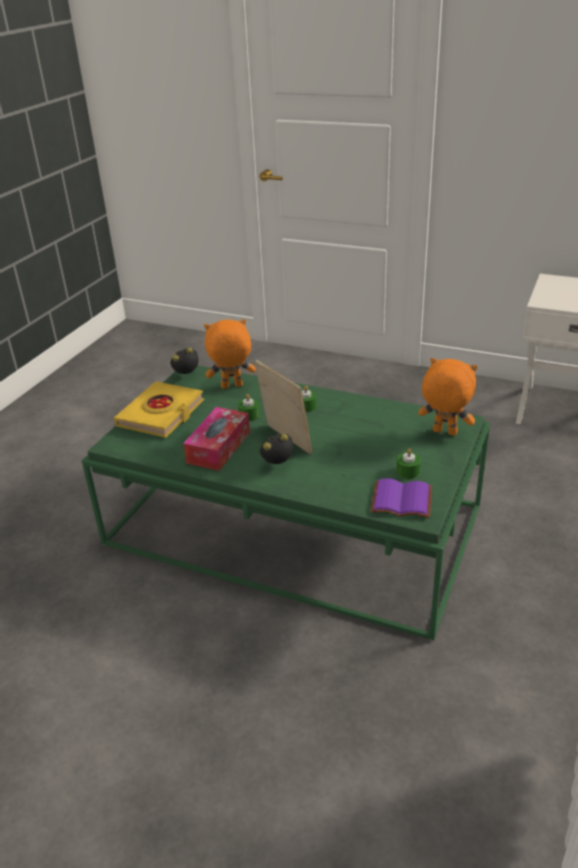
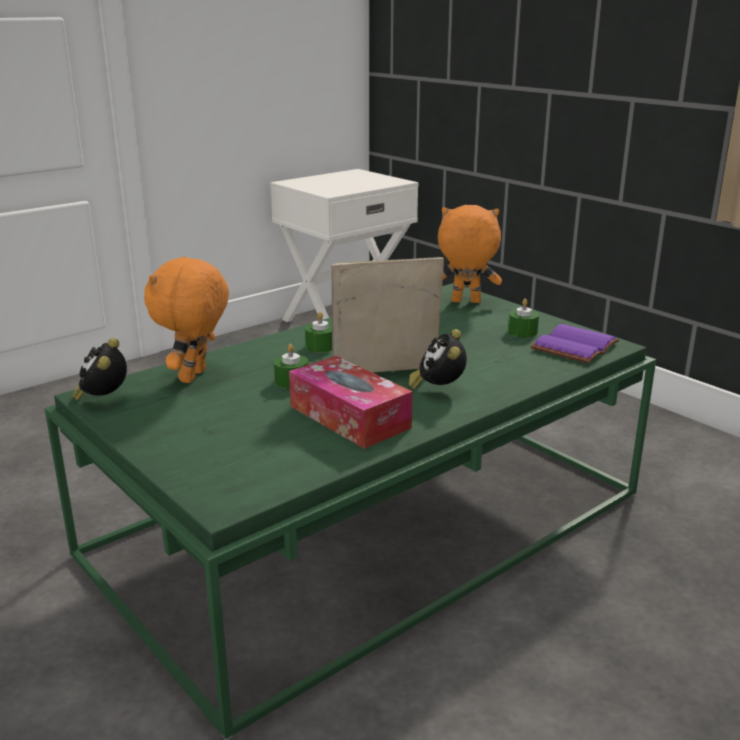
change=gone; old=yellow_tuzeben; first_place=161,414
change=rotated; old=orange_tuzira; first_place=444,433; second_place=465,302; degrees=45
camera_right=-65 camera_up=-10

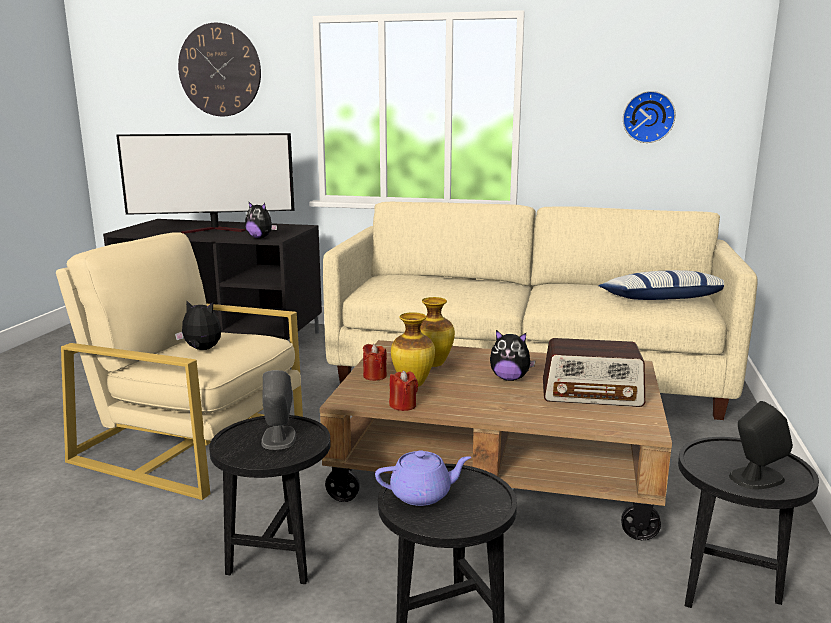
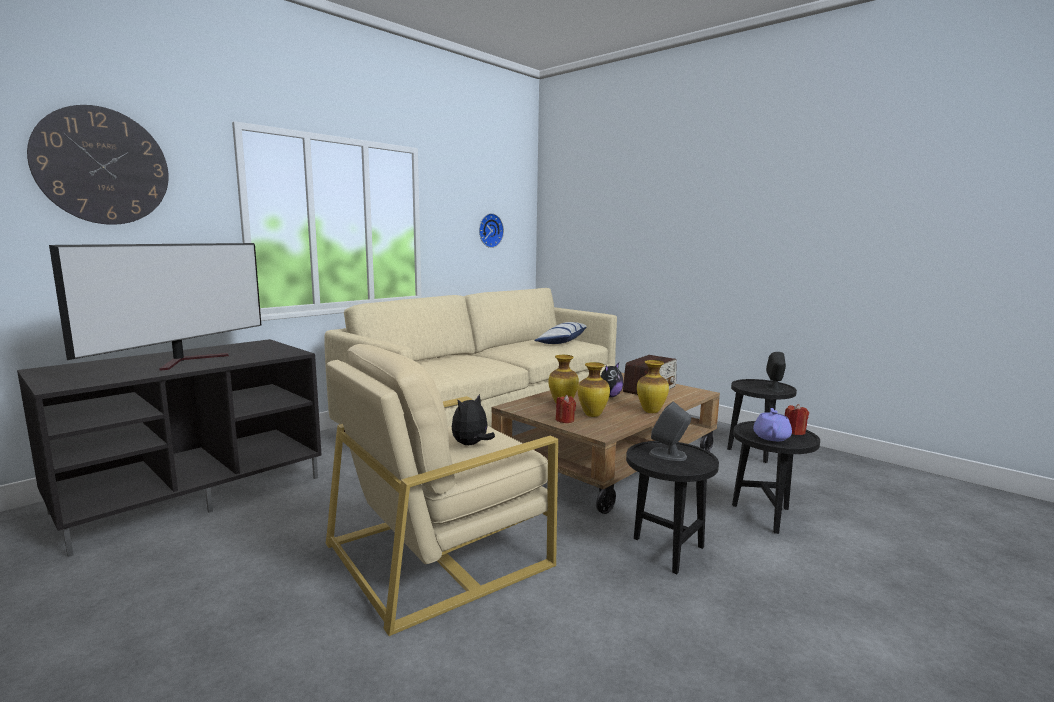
change=gone; old=tuzira; first_place=260,238
change=shifted; old=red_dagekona; first_place=403,405; second_place=794,432
change=new; new=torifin; second_place=651,412
camera_right=-60 camera_up=-5

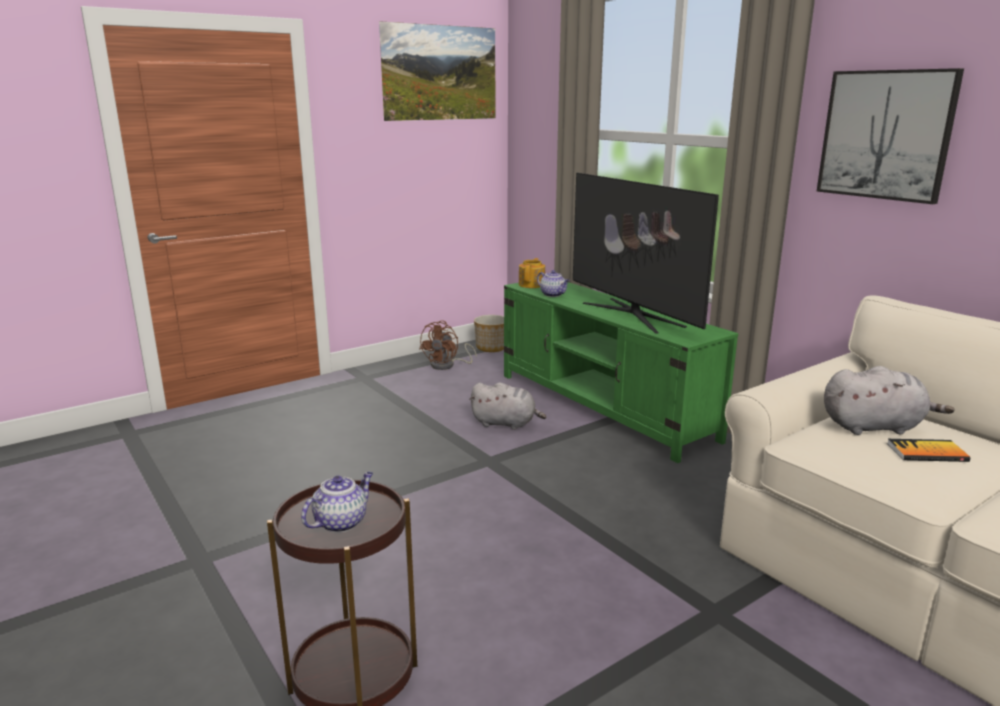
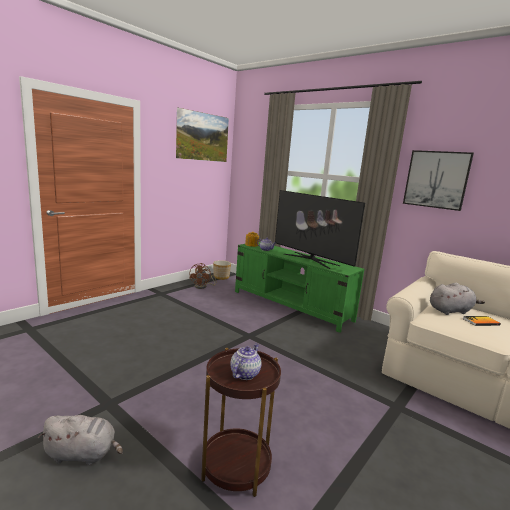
change=shifted; old=grey_tuzira; first_place=506,423; second_place=83,454
camera_right=-15 camera_up=-5

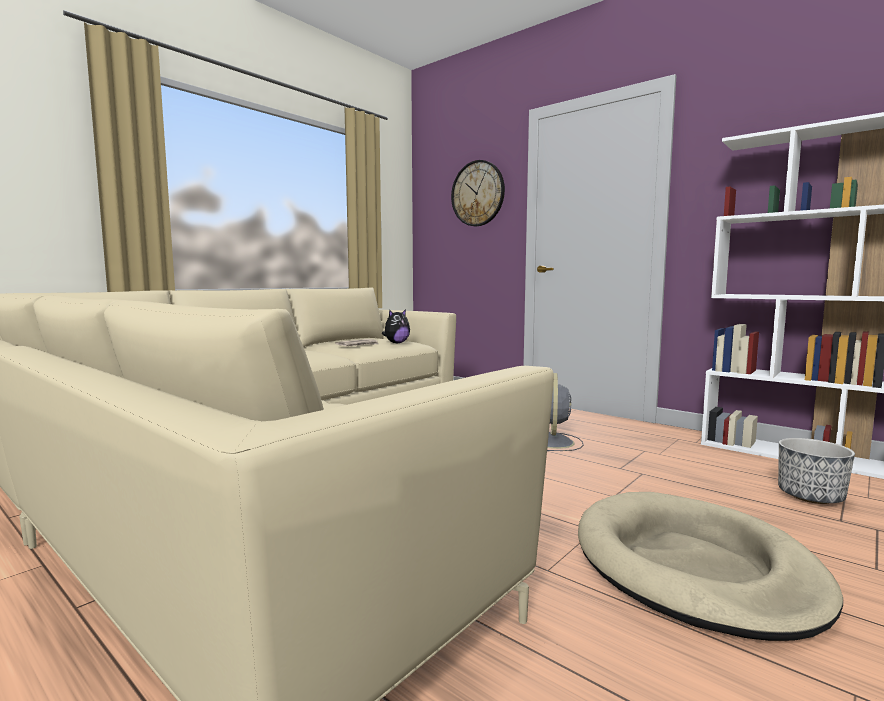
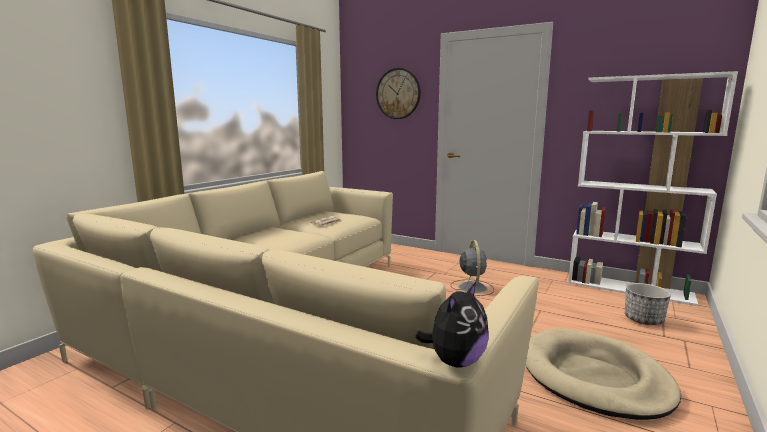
change=shifted; old=tuzira; first_place=396,343; second_place=455,361
camera_right=-10 camera_up=5

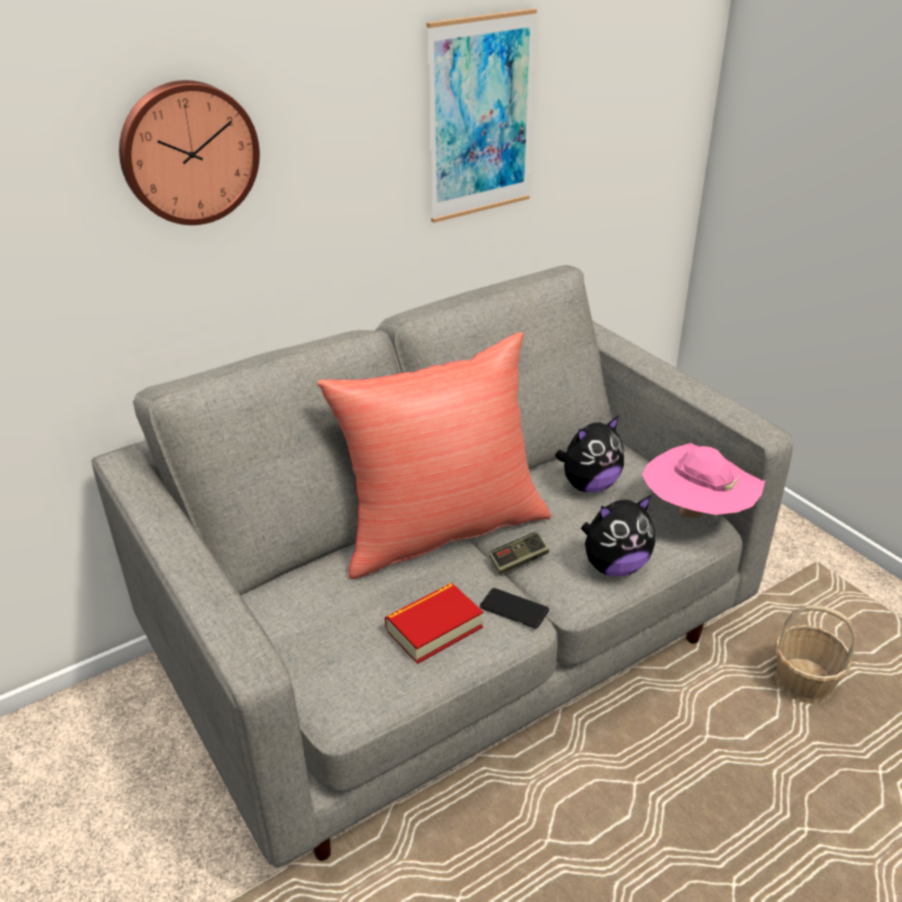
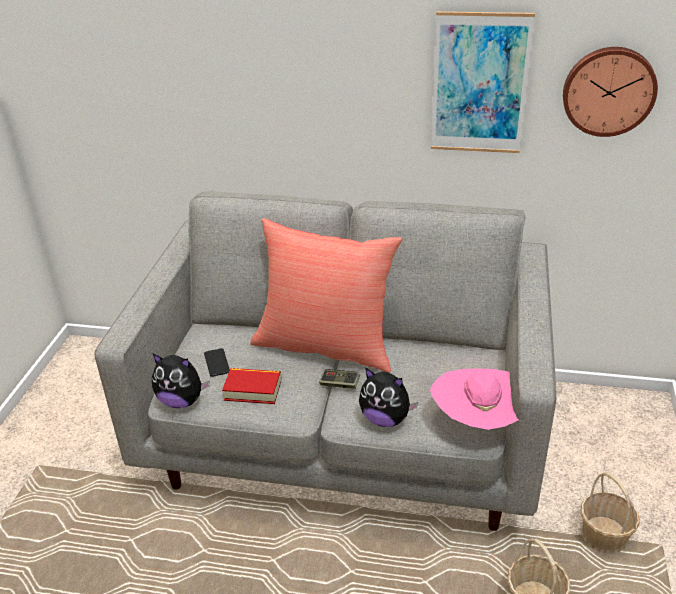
change=shifted; old=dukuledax; first_place=188,152; second_place=608,90
change=shifted; old=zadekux; first_place=514,609; second_place=217,363
change=shifted; old=tuzira; first_place=589,485; second_place=182,401
change=new; new=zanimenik; second_place=603,537
camera_right=45 camera_up=0

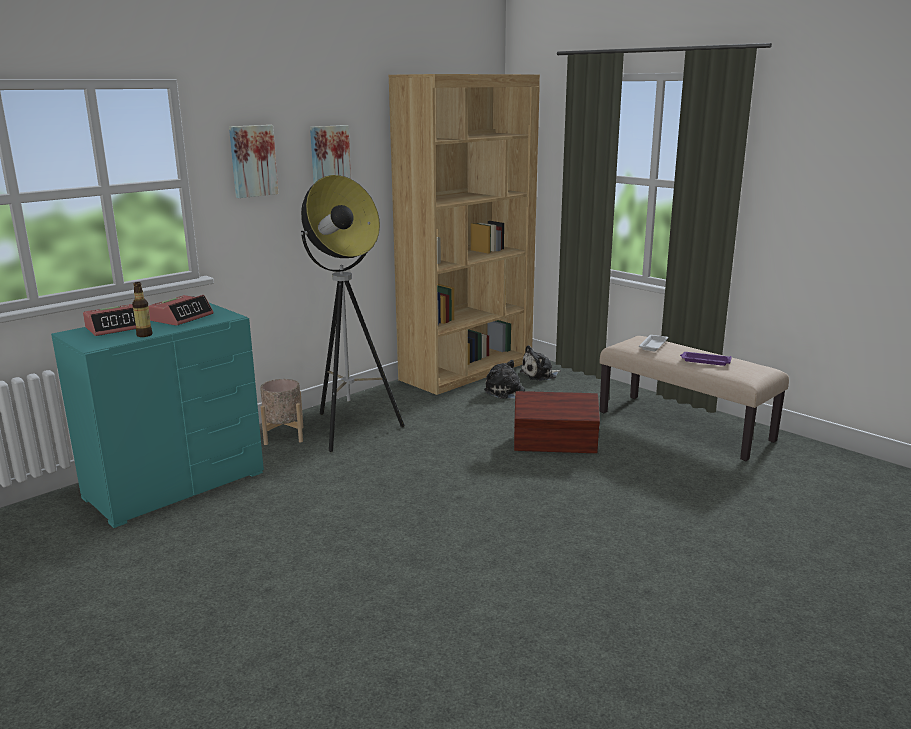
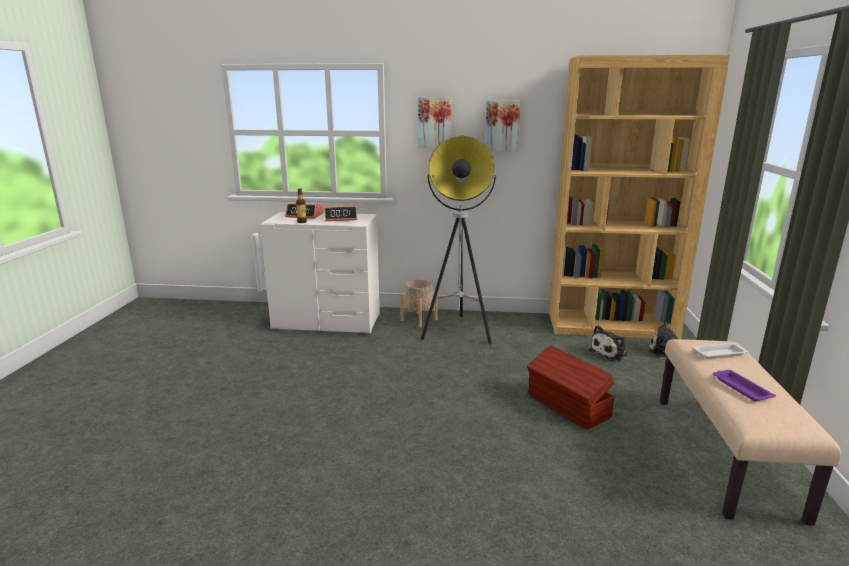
change=repainted; old=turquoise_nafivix; new=white_nafivix; first_place=174,484; second_place=327,322
change=rotated; old=tuzira; first_place=506,392; second_place=610,353; degrees=-135
camera_right=50 camera_up=0

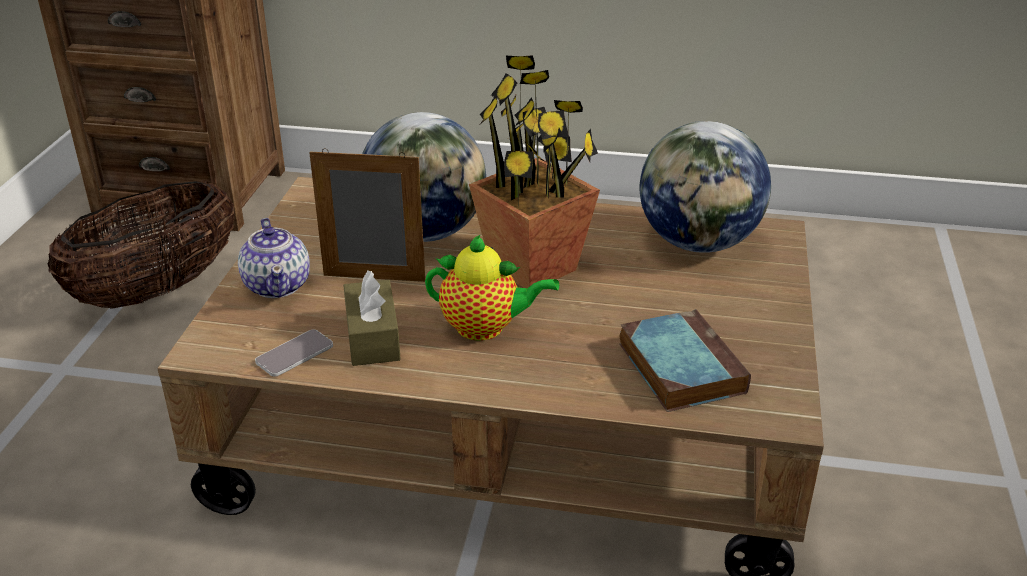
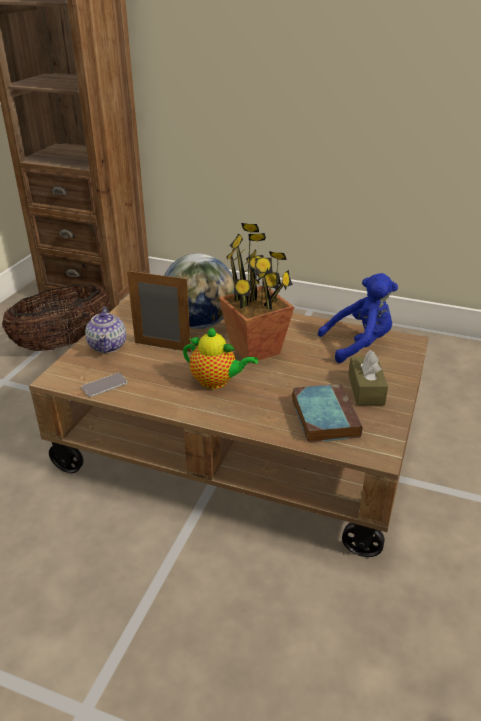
change=shifted; old=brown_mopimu; first_place=372,337; second_place=366,389
change=swapped; old=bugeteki; new=blue_tuzira; first_place=699,243; second_place=359,344
camera_right=10 camera_up=0

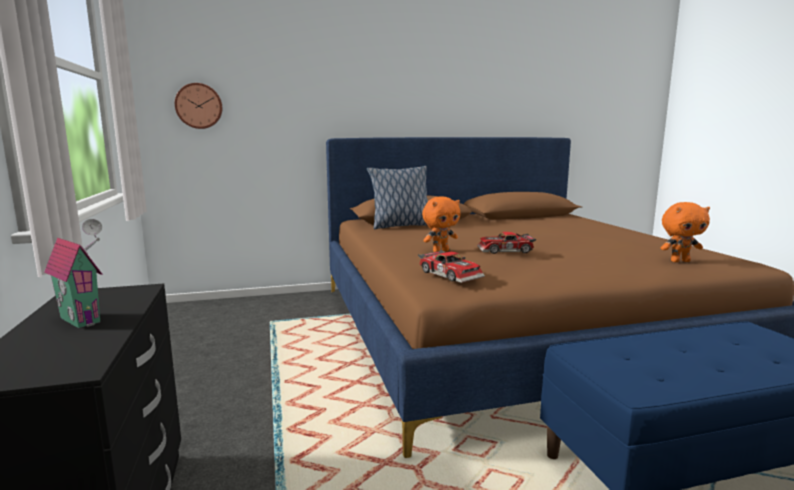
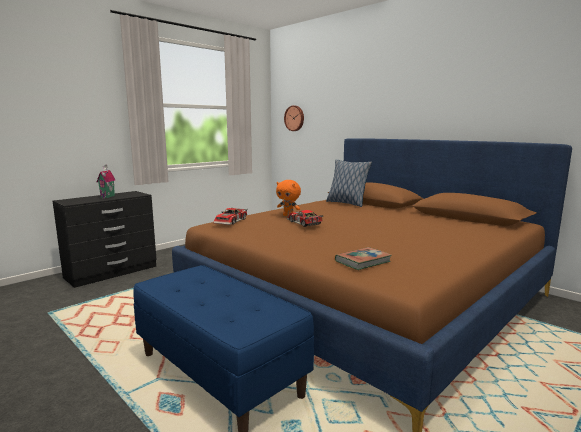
change=swapped; old=orange_tuzira; new=tuzeben; first_place=679,261; second_place=363,261
camera_right=60 camera_up=0

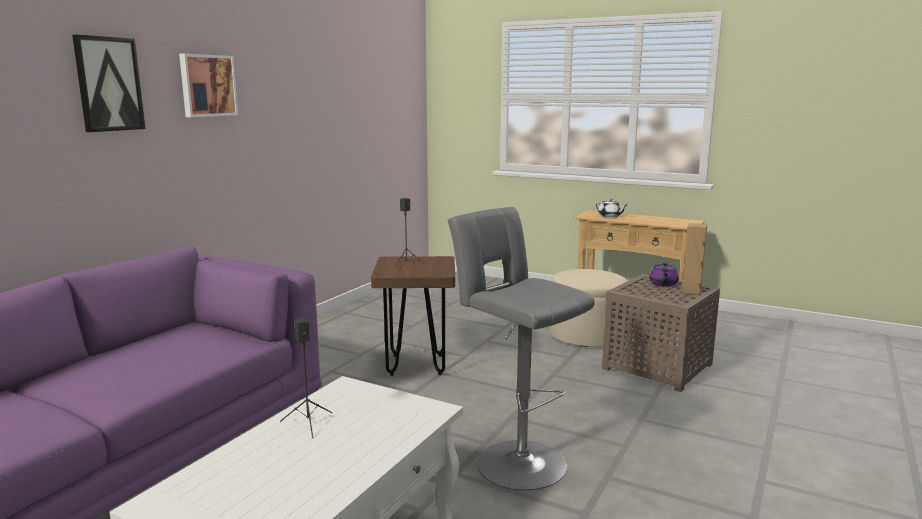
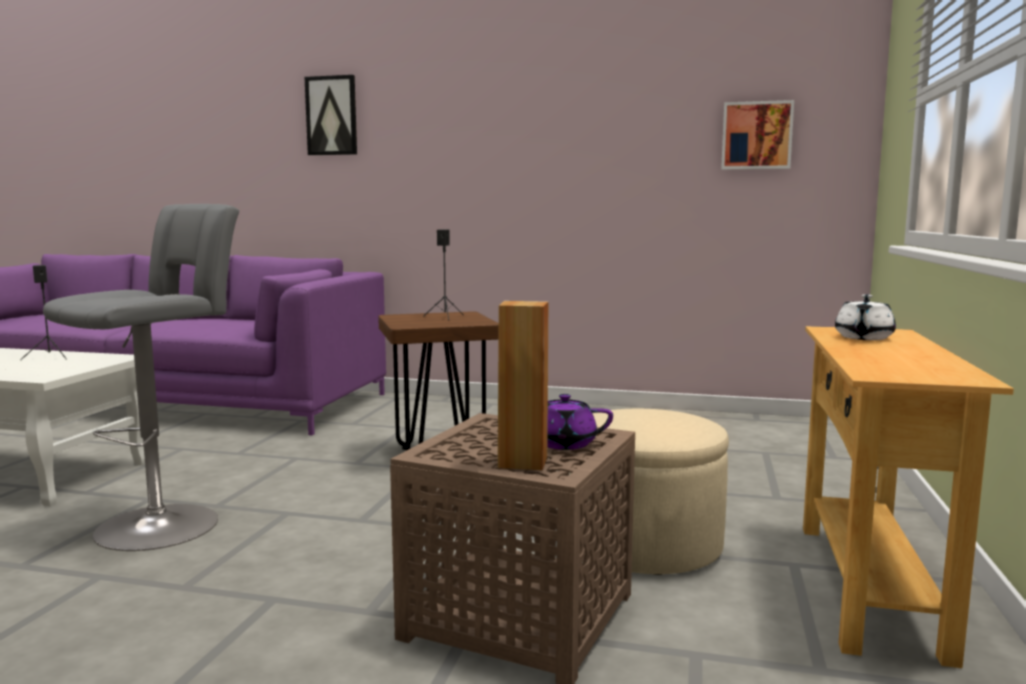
change=shifted; old=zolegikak; first_place=207,85; second_place=756,136
camera_right=75 camera_up=-5

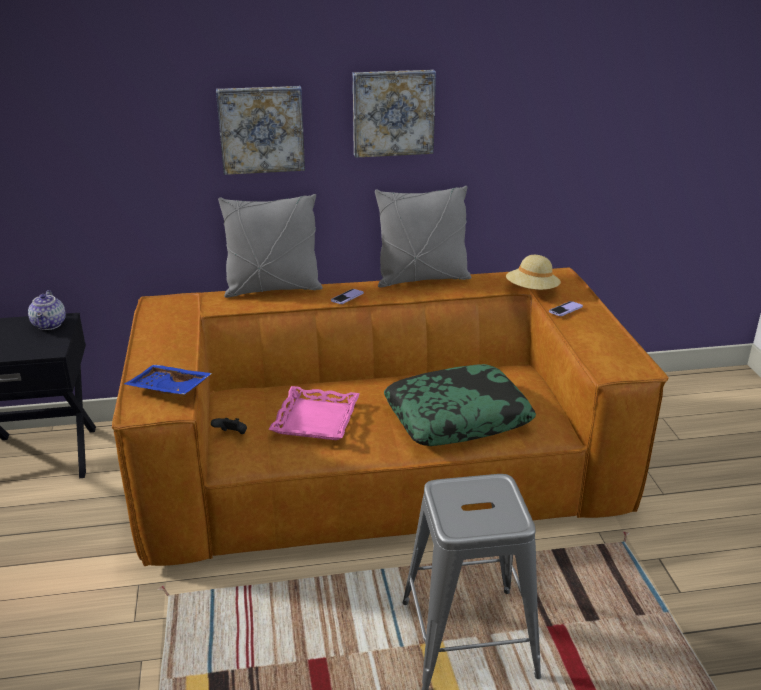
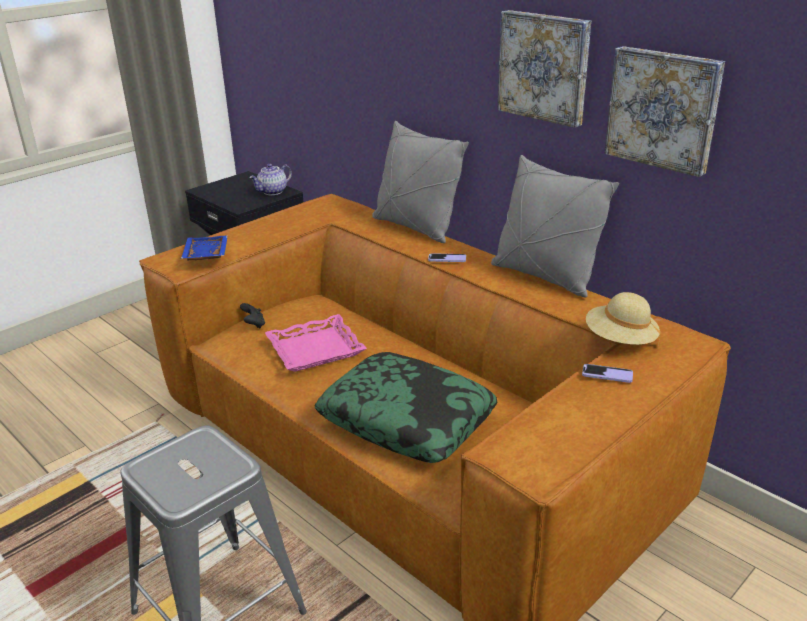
change=shifted; old=zolegikak; first_place=261,129; second_place=663,109
camera_right=55 camera_up=0

